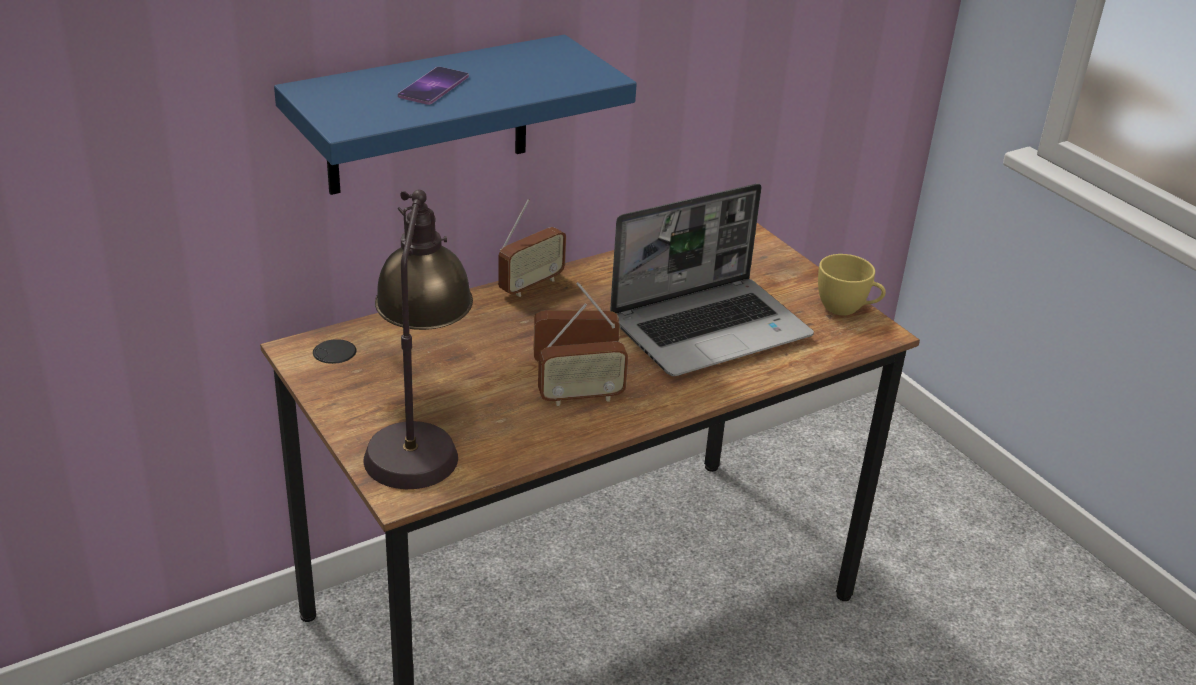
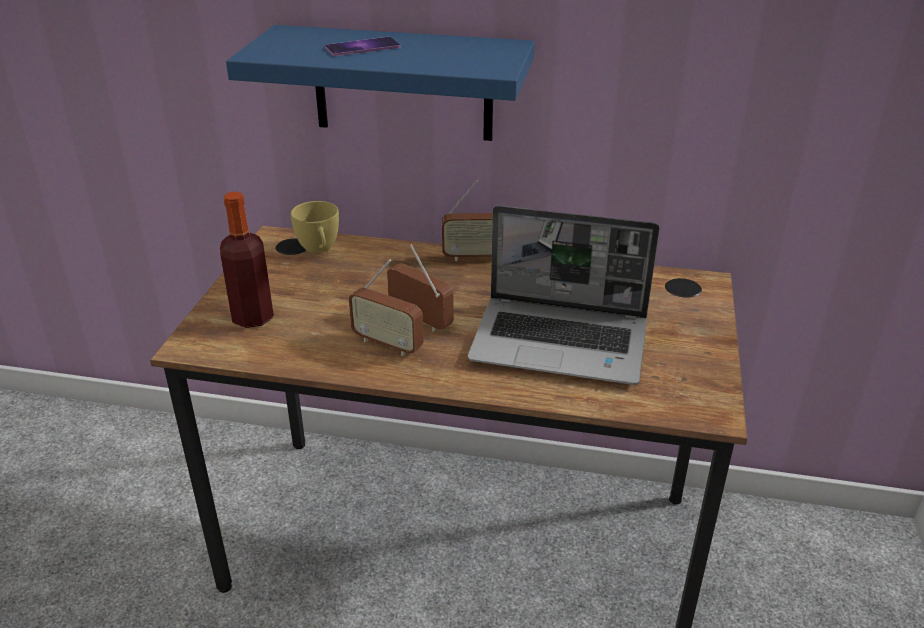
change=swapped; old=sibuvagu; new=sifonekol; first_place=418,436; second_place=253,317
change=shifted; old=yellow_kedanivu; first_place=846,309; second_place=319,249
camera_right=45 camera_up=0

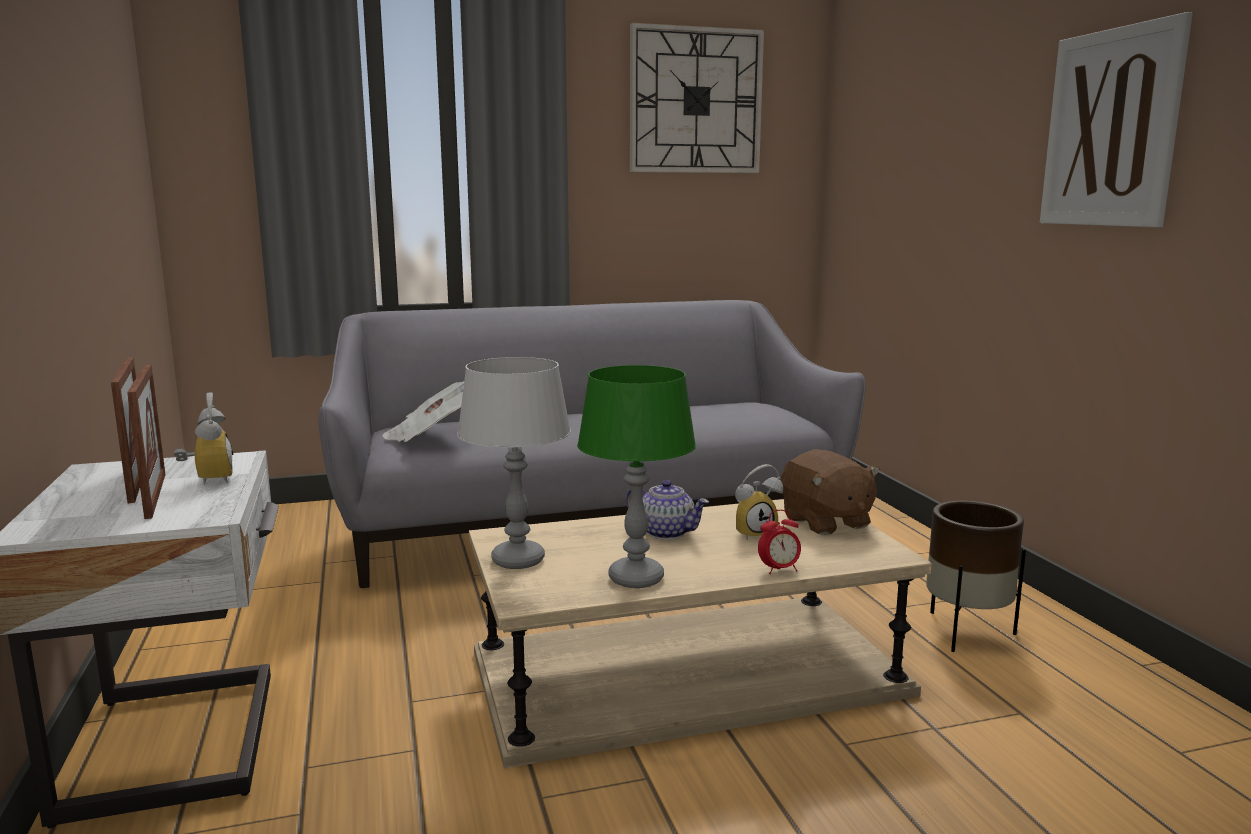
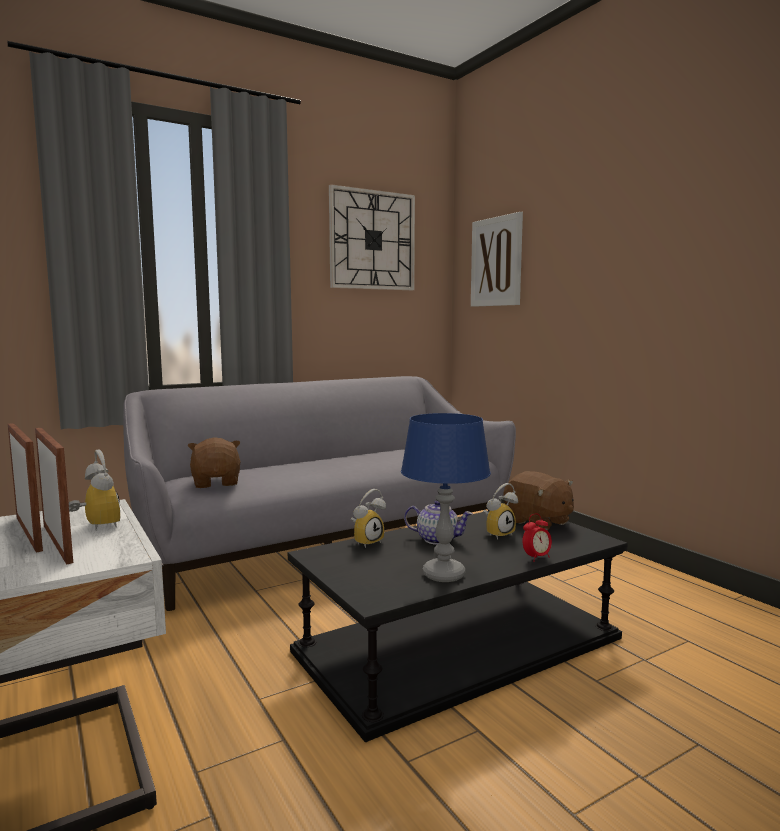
change=swapped; old=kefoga; new=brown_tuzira; first_place=431,435; second_place=216,482
change=gone; old=grey_sibuvagu; first_place=518,560
change=repainted; old=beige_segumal; new=black_segumal; first_place=688,673; second_place=460,644
change=repainted; old=green_sibuvagu; new=blue_sibuvagu; first_place=636,578; second_place=444,574
change=gone; old=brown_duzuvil; first_place=965,632
change=shifted; old=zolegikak; first_place=1111,128; second_place=496,262
change=new; new=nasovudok; second_place=366,541
camera_right=-15 camera_up=-5

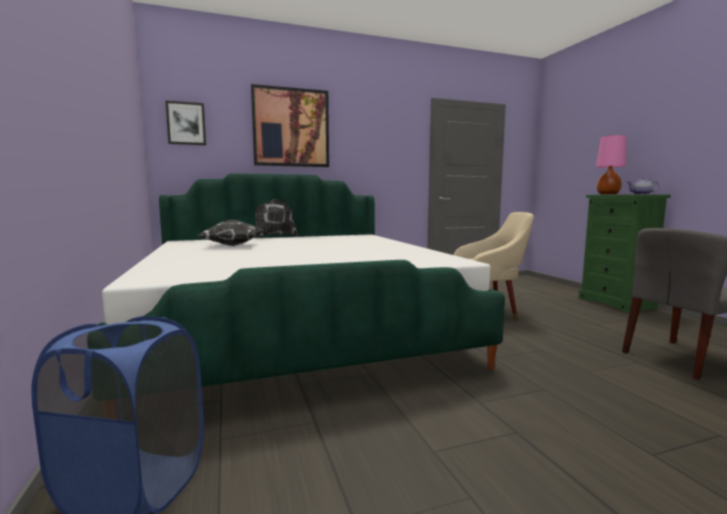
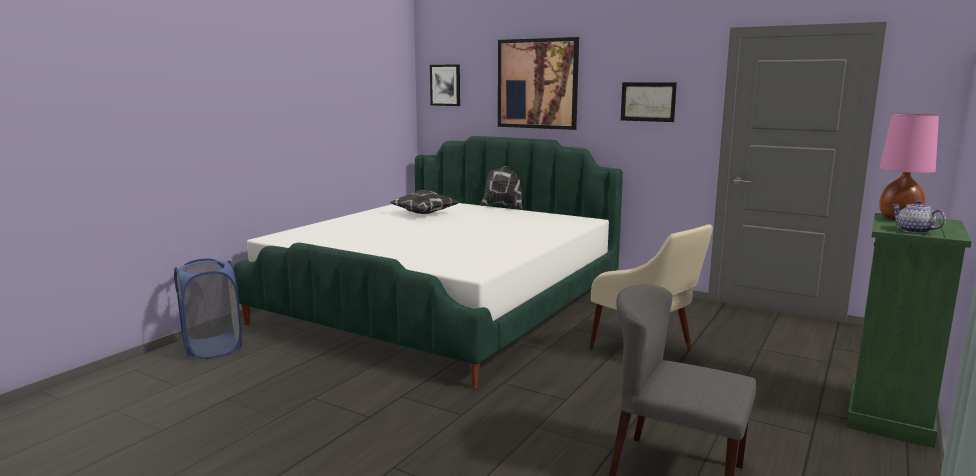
change=new; new=zolegikak; second_place=648,101
camera_right=50 camera_up=5

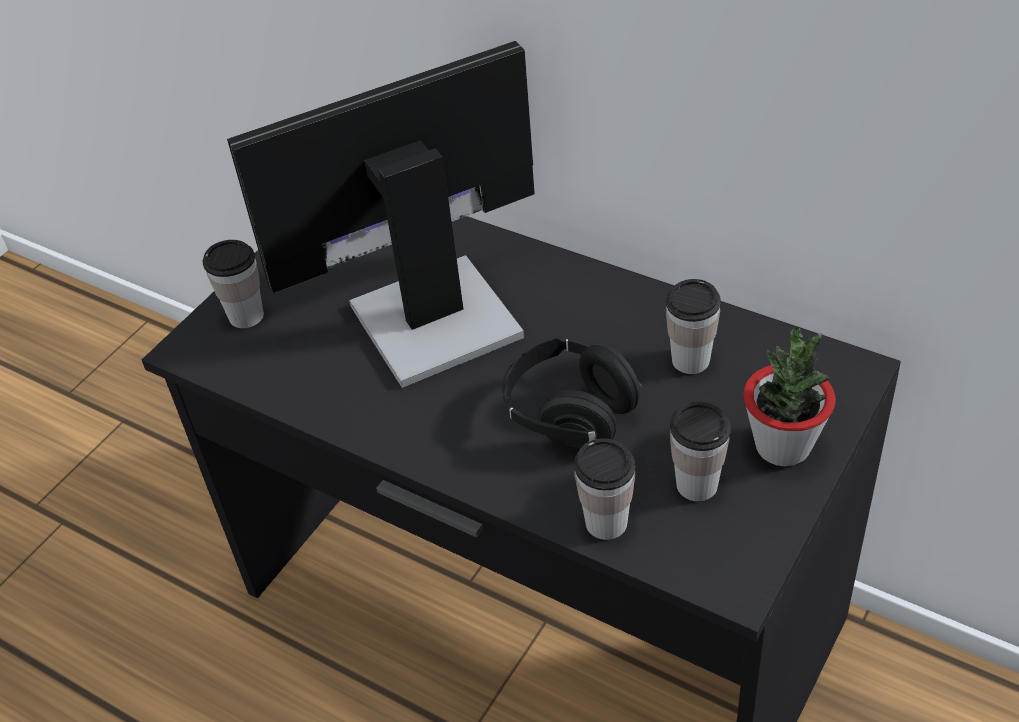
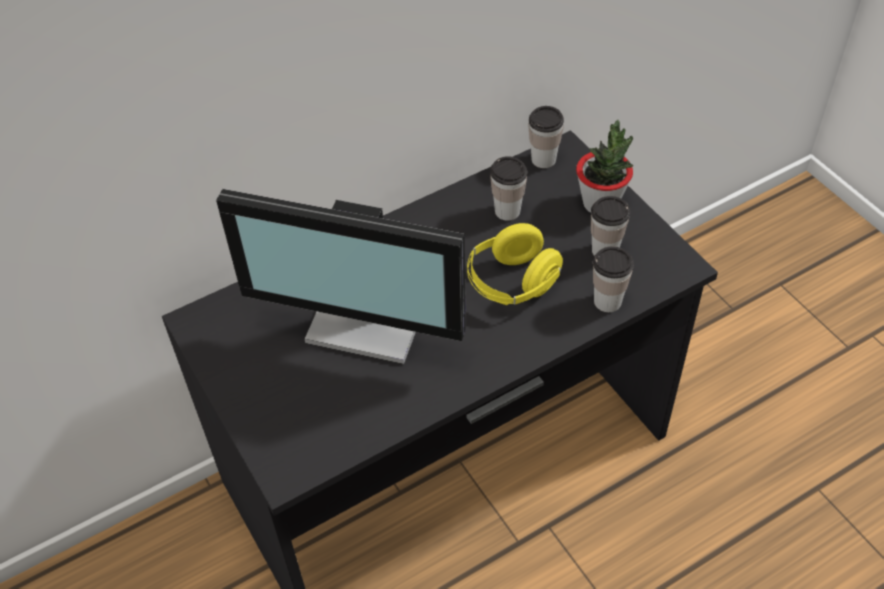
change=shifted; old=kedanivu; first_place=246,316; second_place=543,159
change=rotated; old=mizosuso; first_place=430,318; second_place=370,319; degrees=-75
change=repainted; old=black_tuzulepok; new=yellow_tuzulepok; first_place=570,415; second_place=512,283
camera_right=-65 camera_up=5

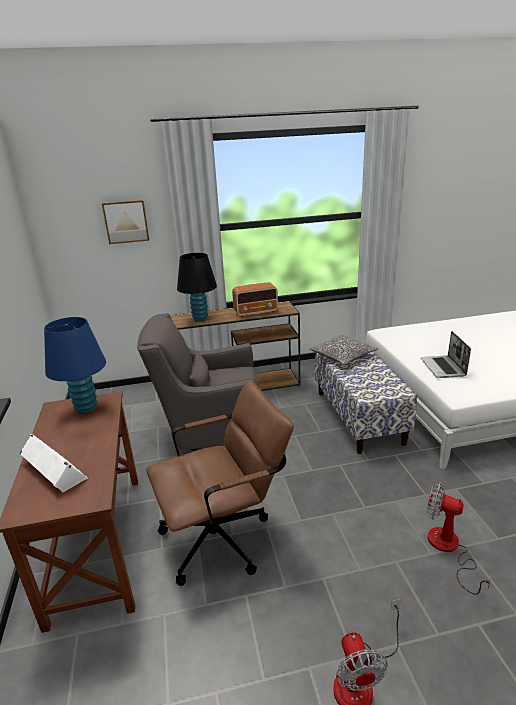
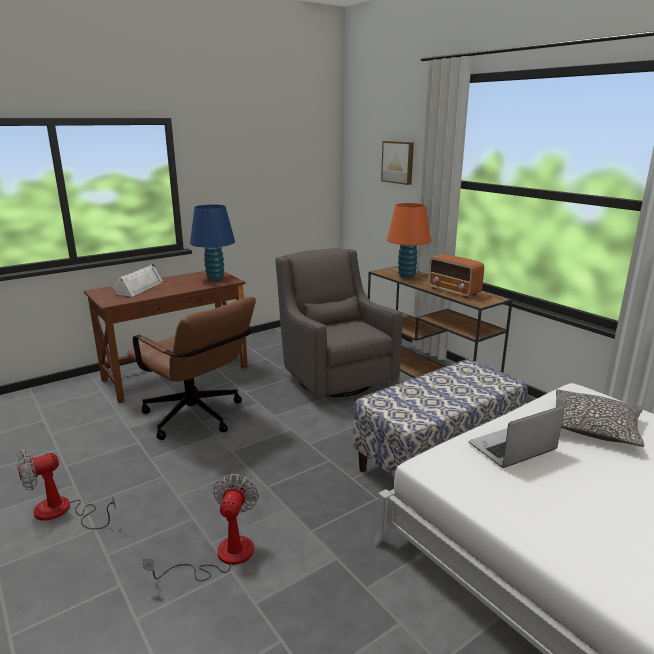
change=repainted; old=black_sibuvagu; new=orange_sibuvagu; first_place=200,318; second_place=406,276
change=shifted; old=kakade; first_place=342,356; second_place=593,427
camera_right=65 camera_up=-5

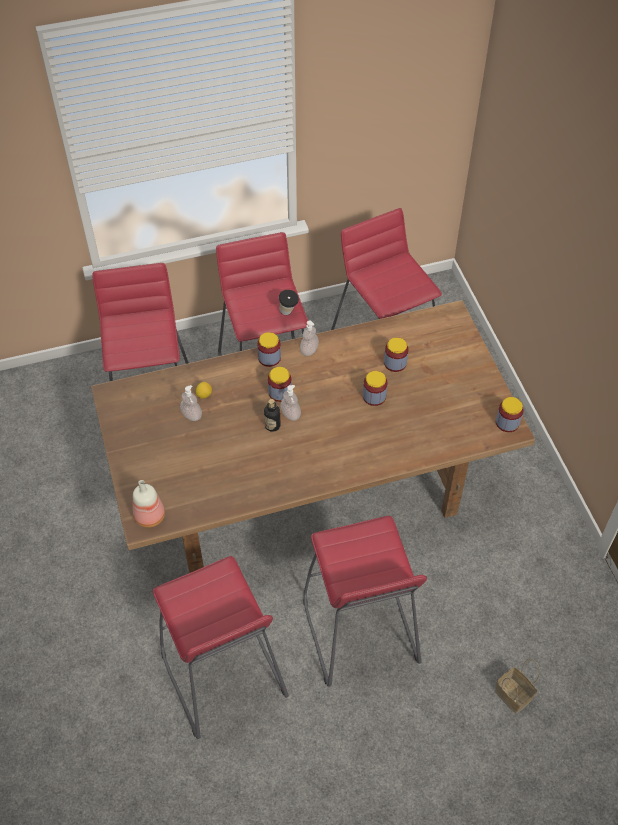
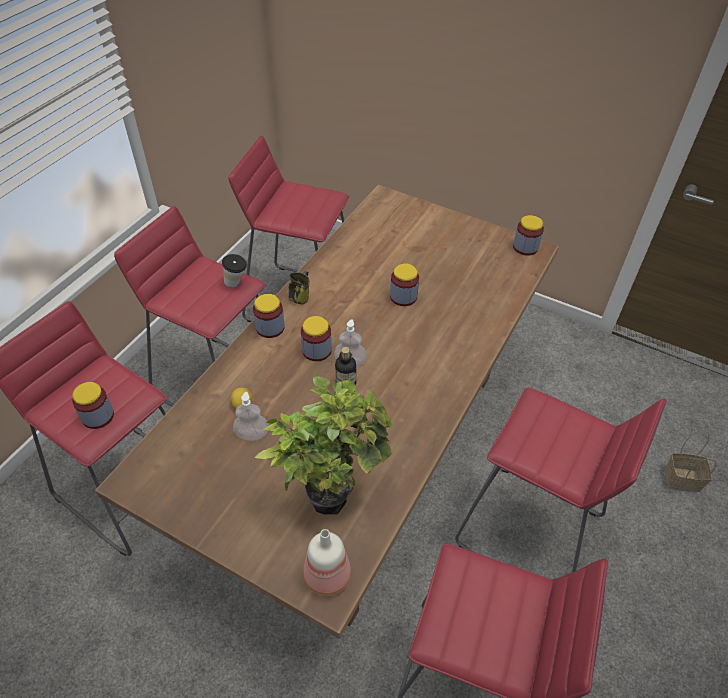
change=swapped; old=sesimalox; new=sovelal; first_place=309,350; second_place=300,297
change=shifted; old=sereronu; first_place=395,363; second_place=98,416
change=new; new=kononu; second_place=330,492
camera_right=-45 camera_up=-5

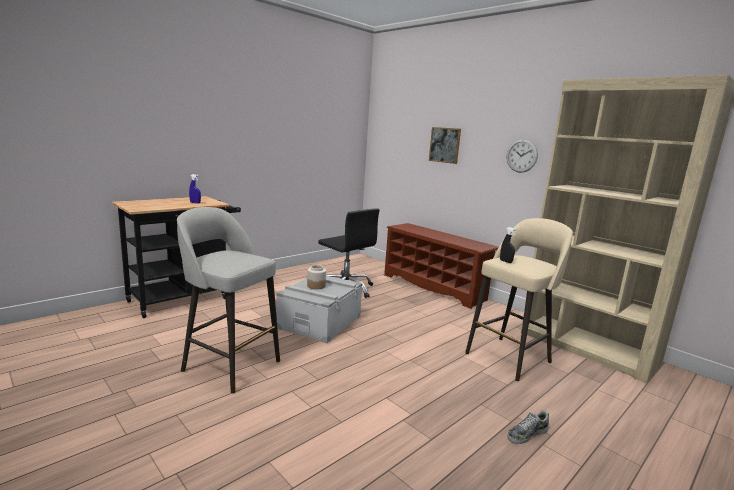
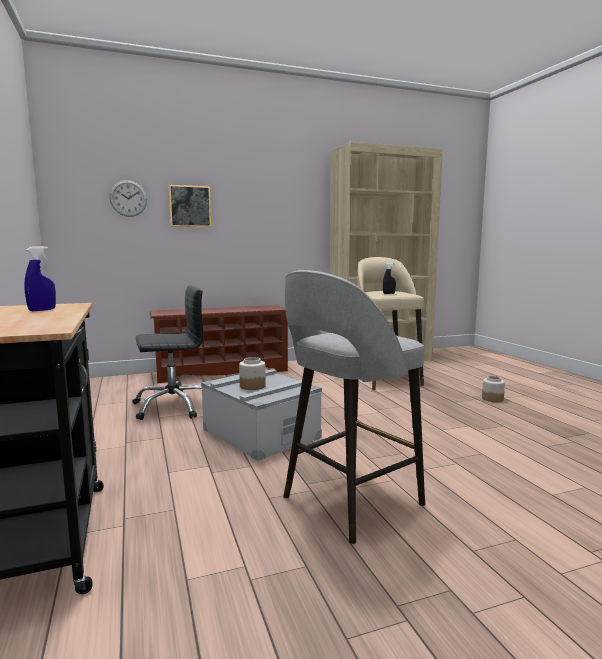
change=shifted; old=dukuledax; first_place=521,156; second_place=128,198
change=swapped; old=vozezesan; new=sereronu; first_place=527,434; second_place=492,399
camera_right=-65 camera_up=-5

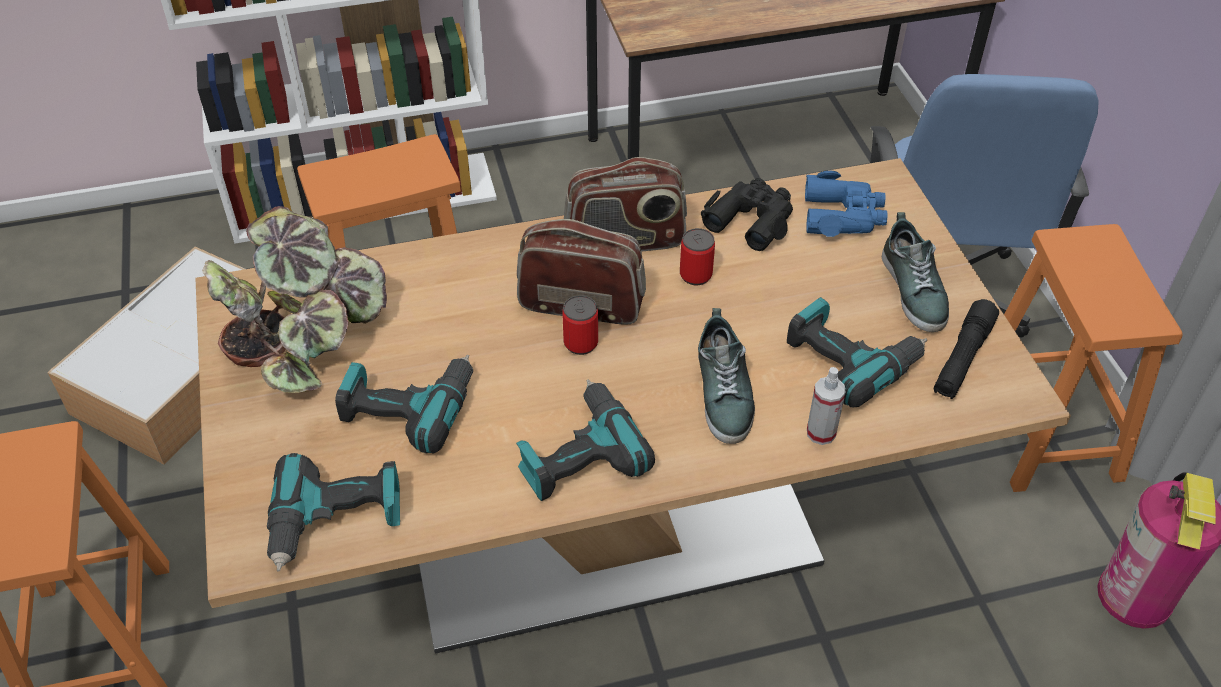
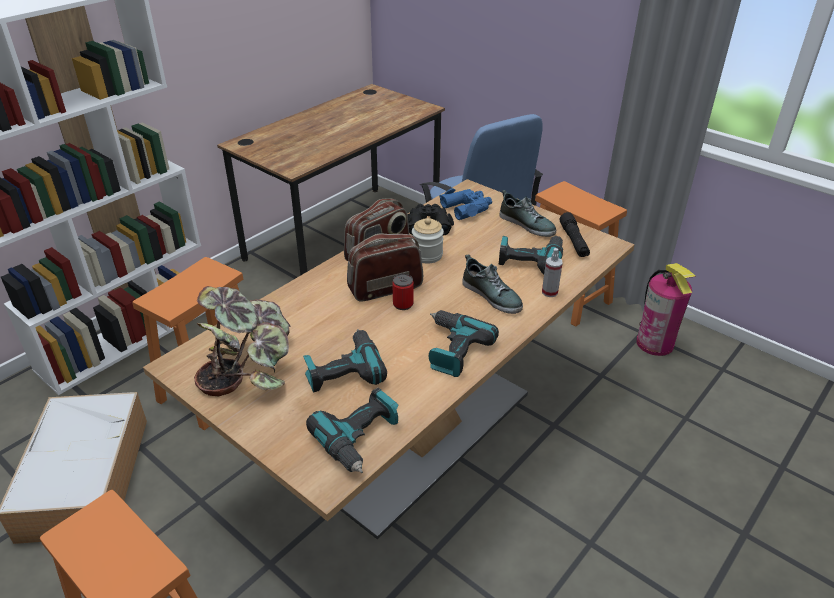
change=swapped; old=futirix; new=sereronu; first_place=695,275; second_place=427,255
camera_right=-35 camera_up=-10

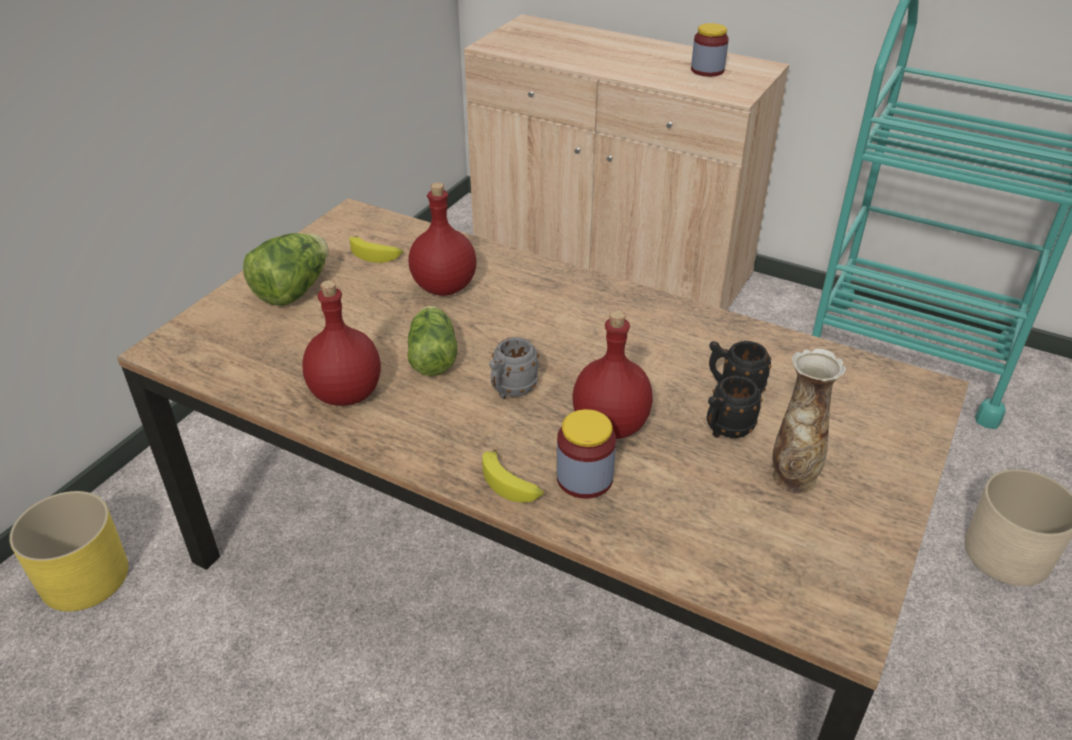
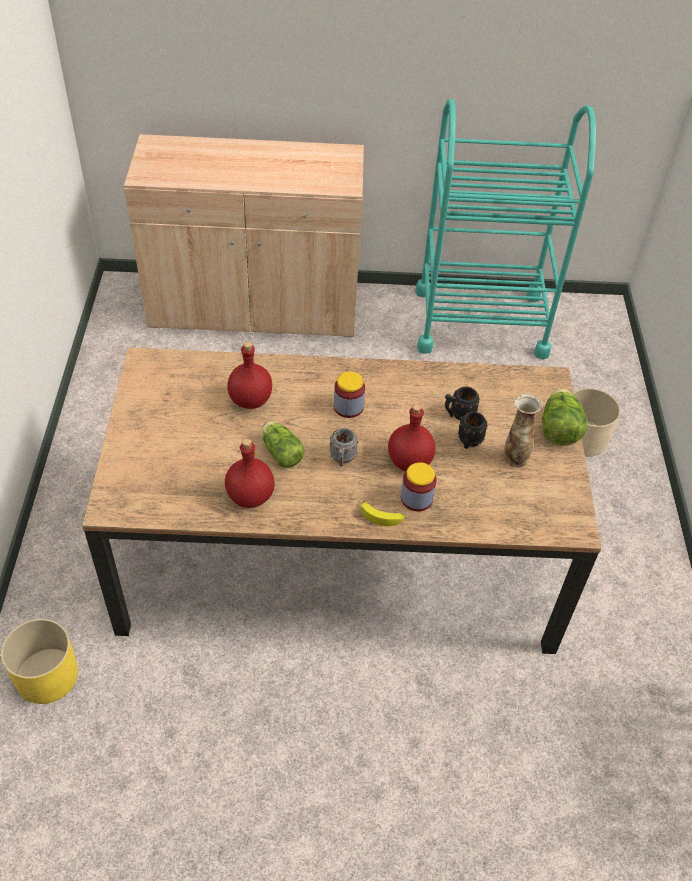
change=shifted; old=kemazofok; first_place=293,290; second_place=558,430
change=gone; old=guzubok; first_place=376,254
change=shifted; old=sereronu; first_place=707,70; second_place=348,407
camera_right=-30 camera_up=10

